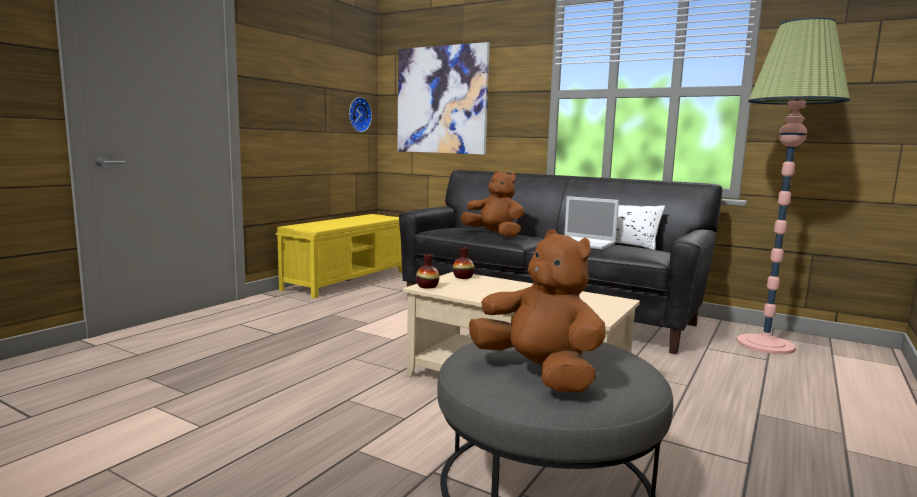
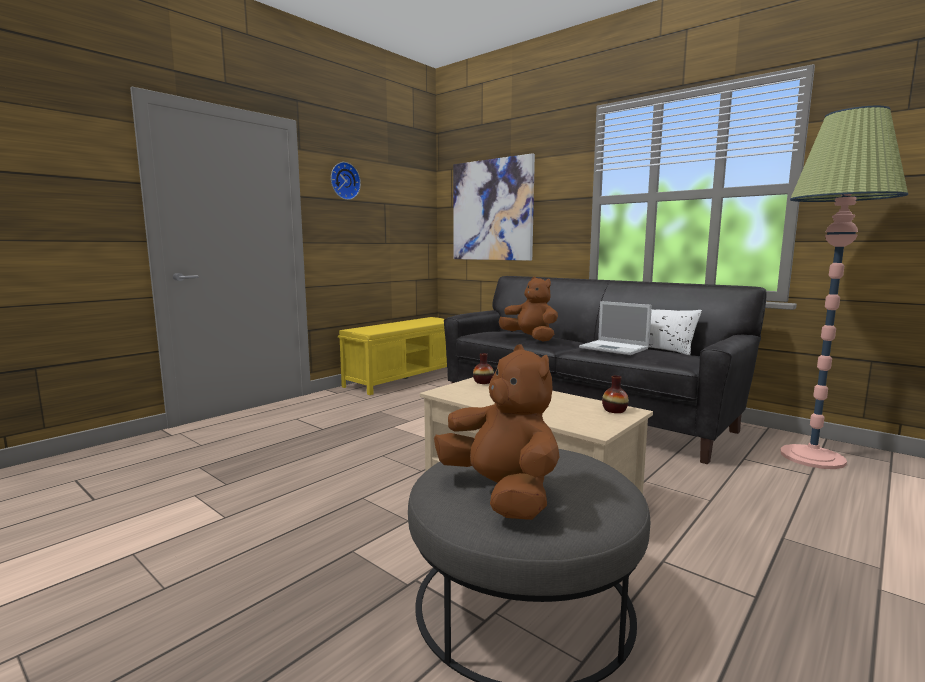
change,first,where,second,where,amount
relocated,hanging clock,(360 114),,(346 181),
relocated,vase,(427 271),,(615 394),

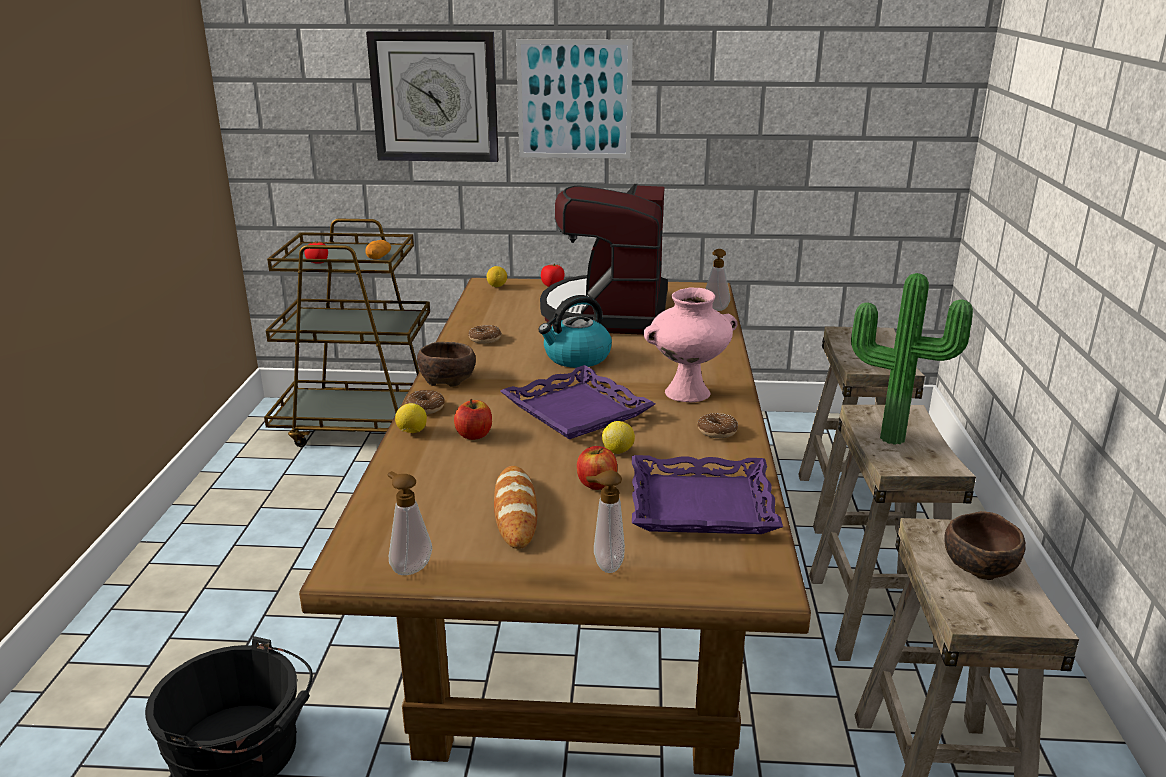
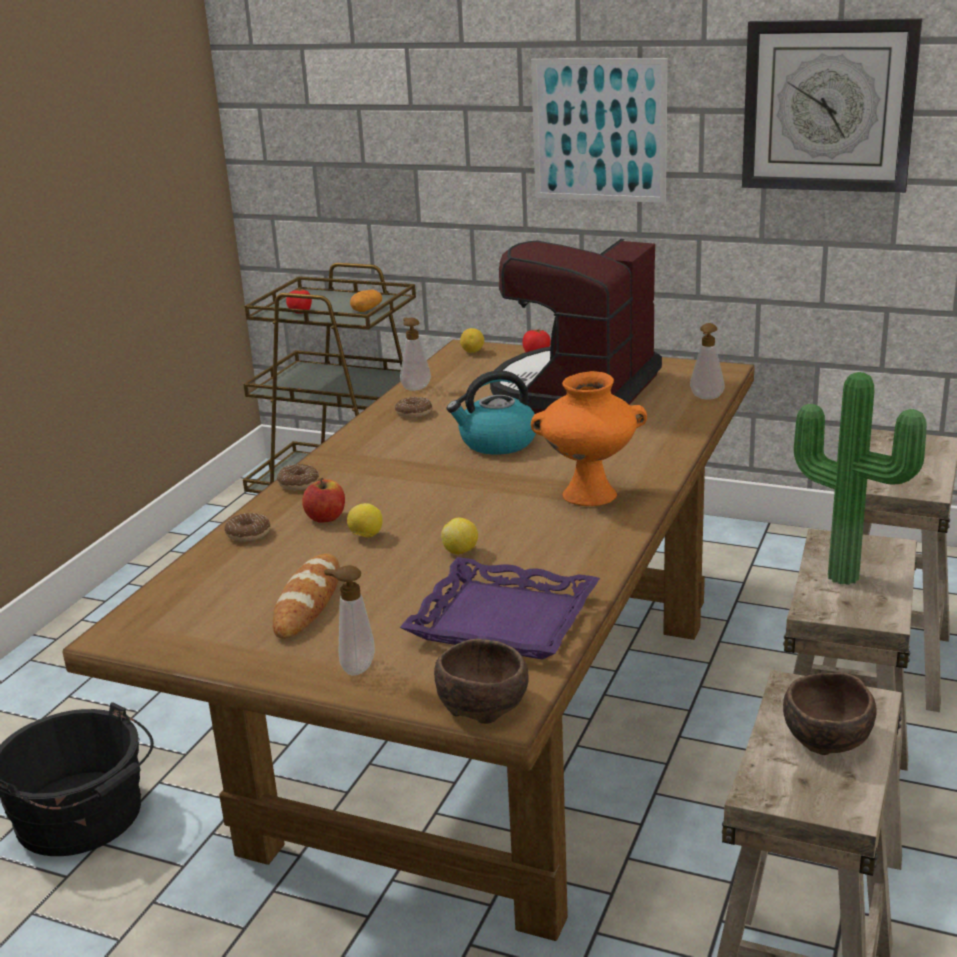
change,first,where,second,where,amount
relocated,hanging clock,(432 96),,(832 105),
relocated,liquid soap bottle,(410 523),,(415 354),
relocated,lemon,(411 418),,(365 520),
relocated,serving bowl in brownish,(446 364),,(481 681),
missing,serving tray in purple-coloured,(577 402),,,
missing,apple,(597 468),,,
colour,vase in pinkish,(691 344),vase in orange-coloured,(589 438),
relocated,donut,(718 425),,(247 527),

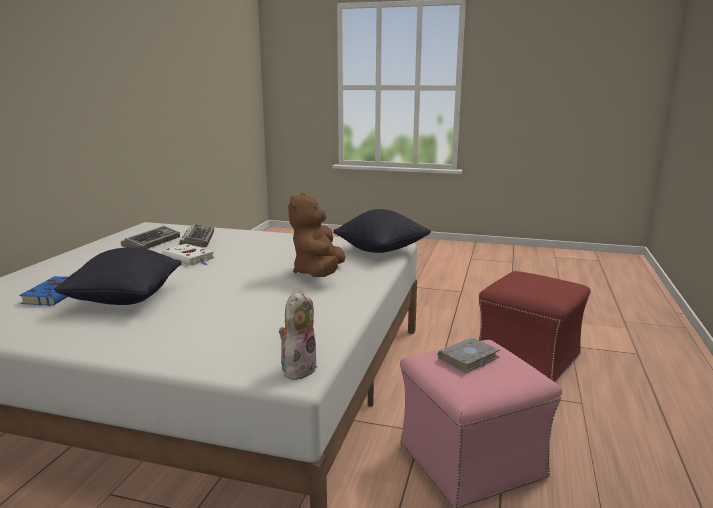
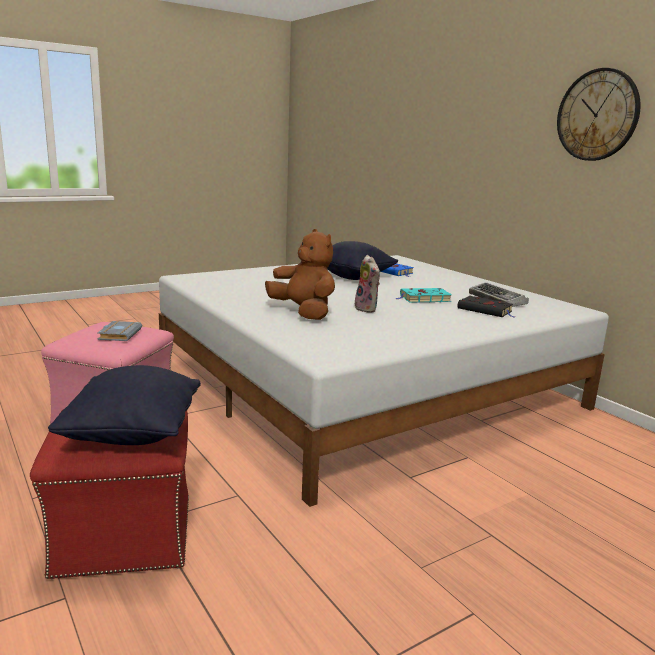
change,first,where,second,where,amount
colour,book in whitish,(188 254),book in turquoise-coloured,(424 295),
exchanged,PC keyboard,(197 235),book in blackish,(486 307),
relocated,plush toy,(298 335),,(367 284),
relocated,throw pillow in blackish,(382 231),,(124 405),
appeared,,,hanging clock,(599 114),

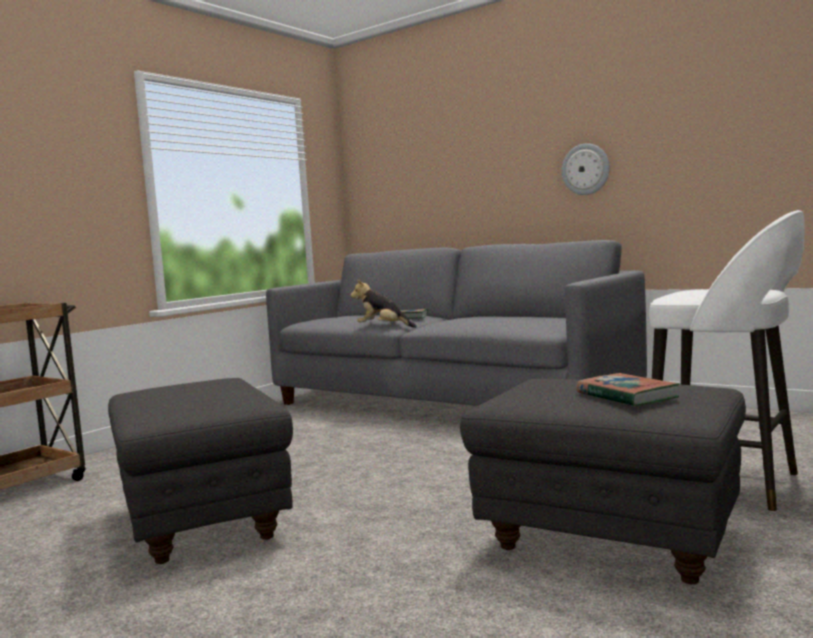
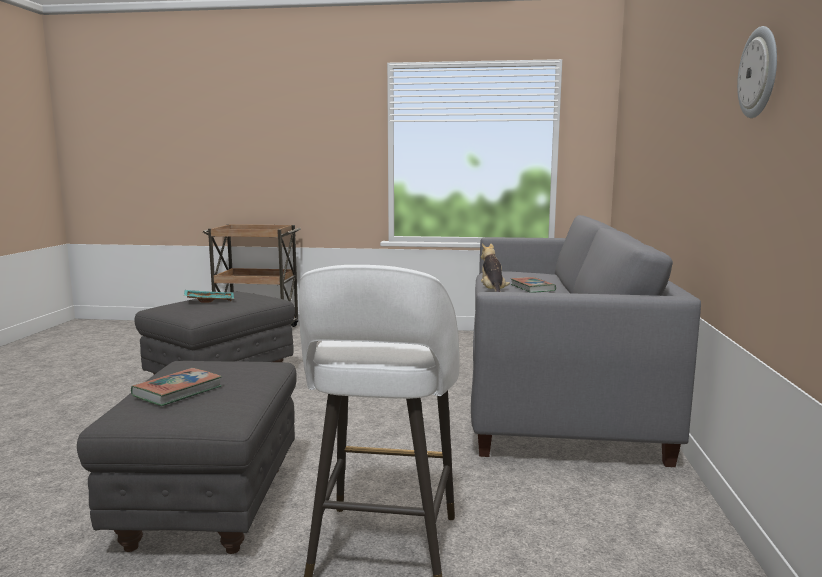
change,first,where,second,where,amount
relocated,hanging clock,(585 169),,(757 72),
appeared,,,serving tray in turquoise-coloured,(209 296),

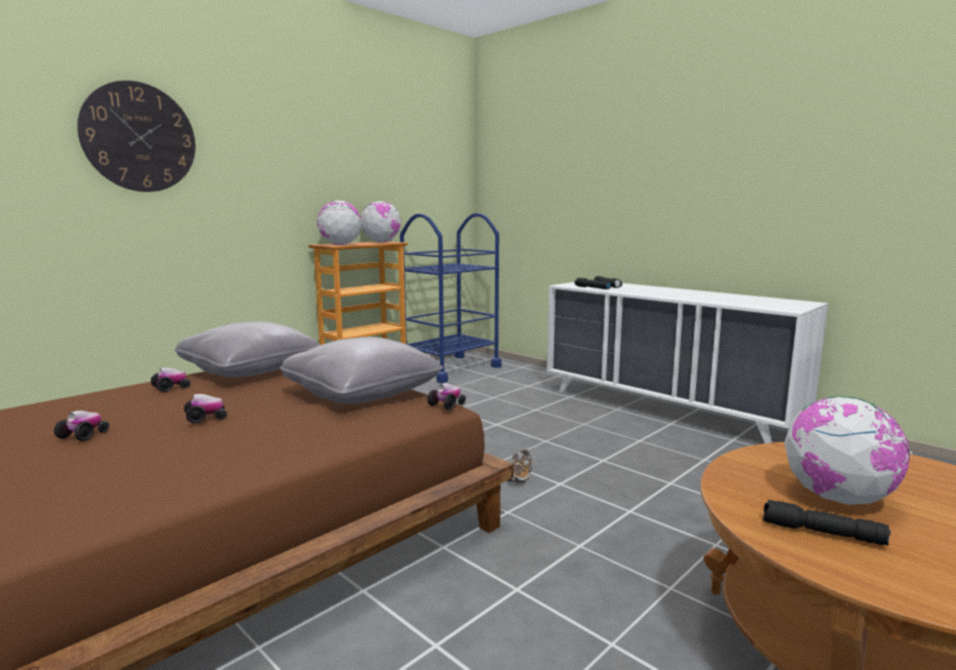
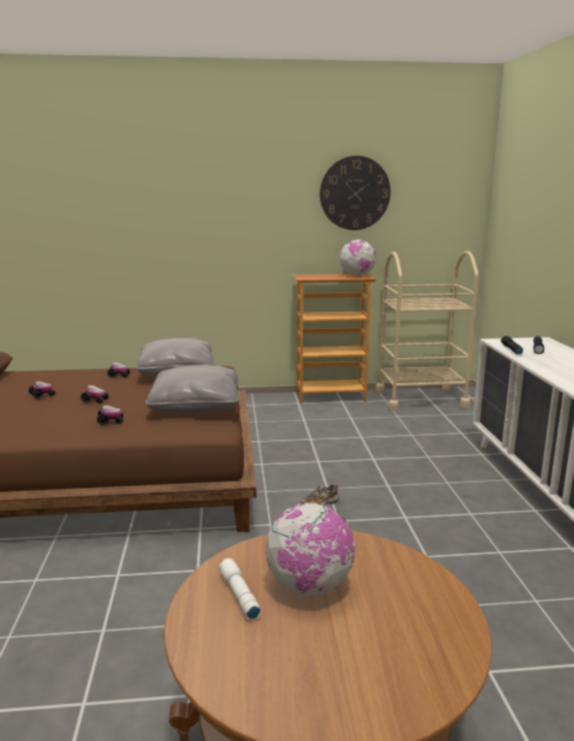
change,first,where,second,where,amount
relocated,hanging clock,(136 136),,(355 193),
missing,desk globe,(339 223),,,
colour,trolley in blue-coloured,(451 298),trolley in sand-coloured,(427 331),
relocated,model car,(446 396),,(110 415),
colour,flashlight in blackish,(827 522),flashlight in whitish,(239 589),

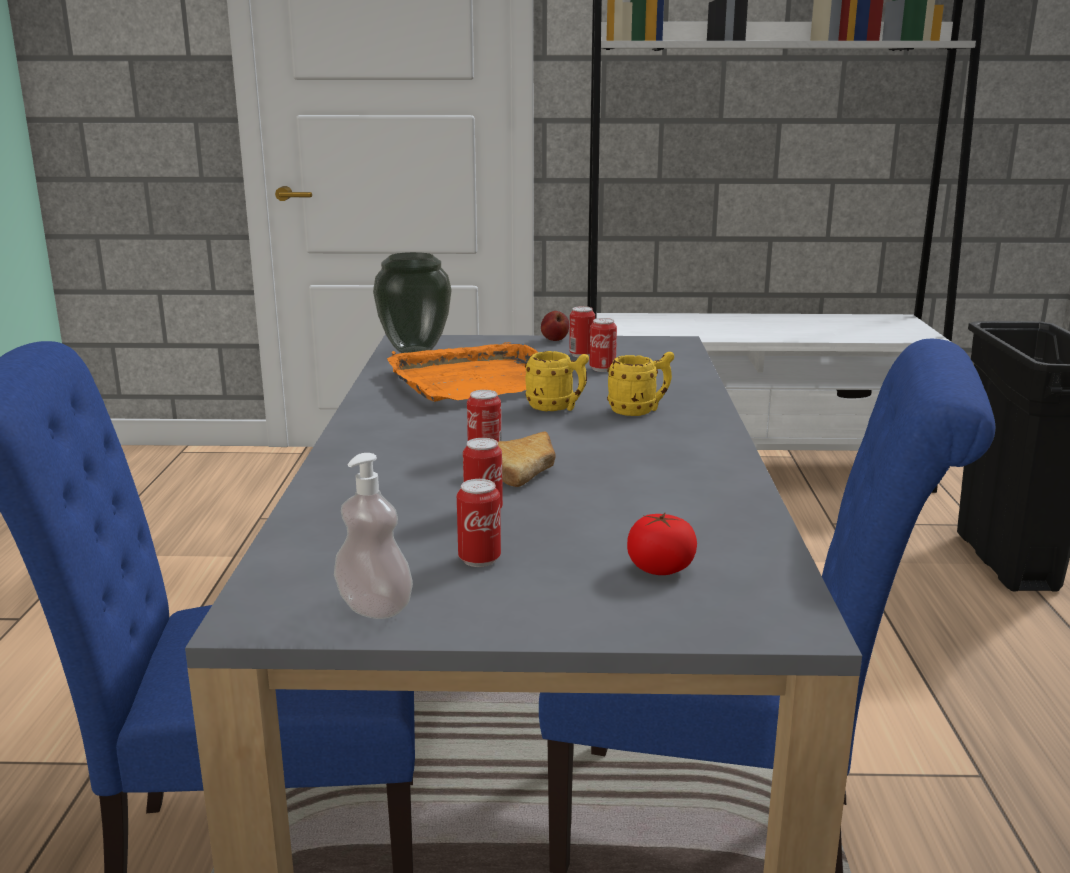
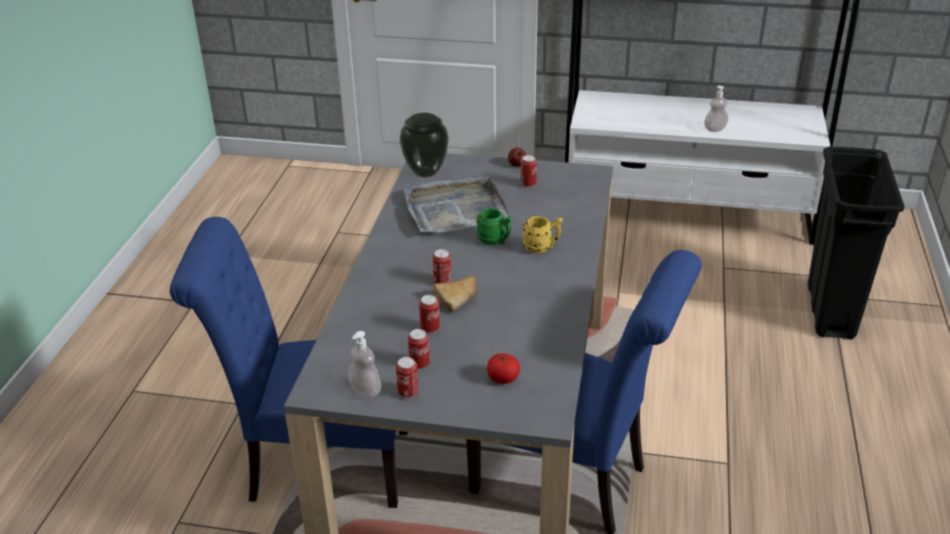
change,first,where,second,where,amount
colour,serving tray in orange-coloured,(462 372),serving tray in gray,(457 204),
colour,mug in yellow,(557 381),mug in green,(494 226),
relocated,can,(603 345),,(407 377),
appeared,,,liquid soap bottle,(716 108),

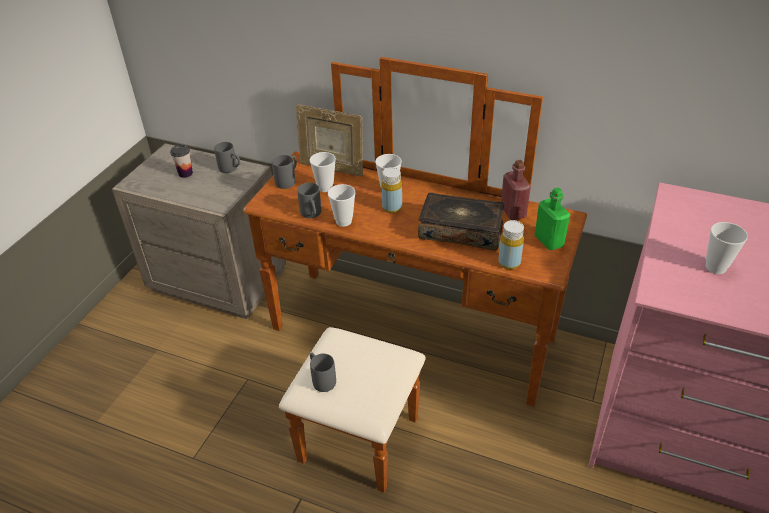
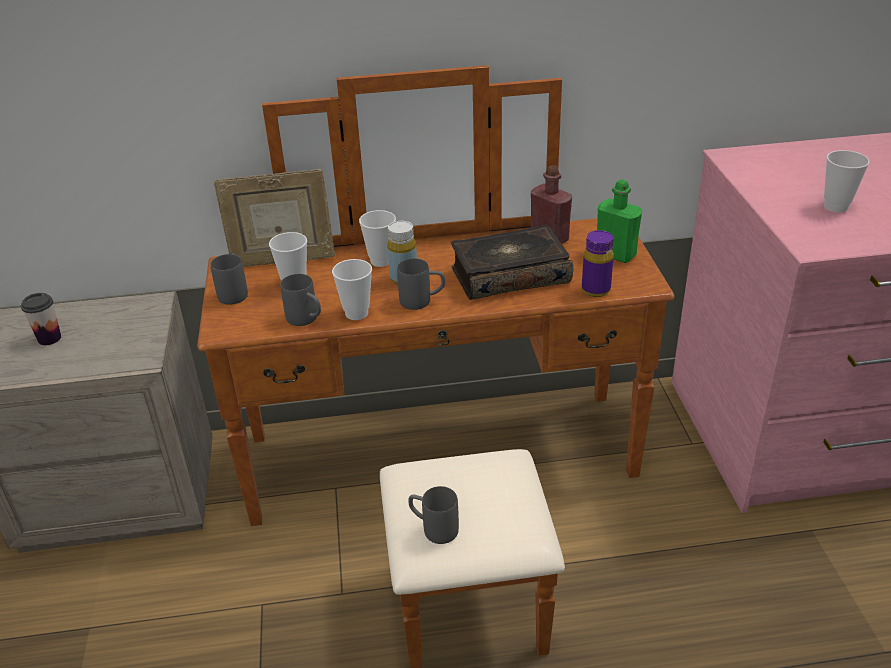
change,first,where,second,where,amount
relocated,mug in gray,(227 157),,(421 284),
colour,beverage bottle in yellow,(511 245),beverage bottle in purple-coloured,(598 263),

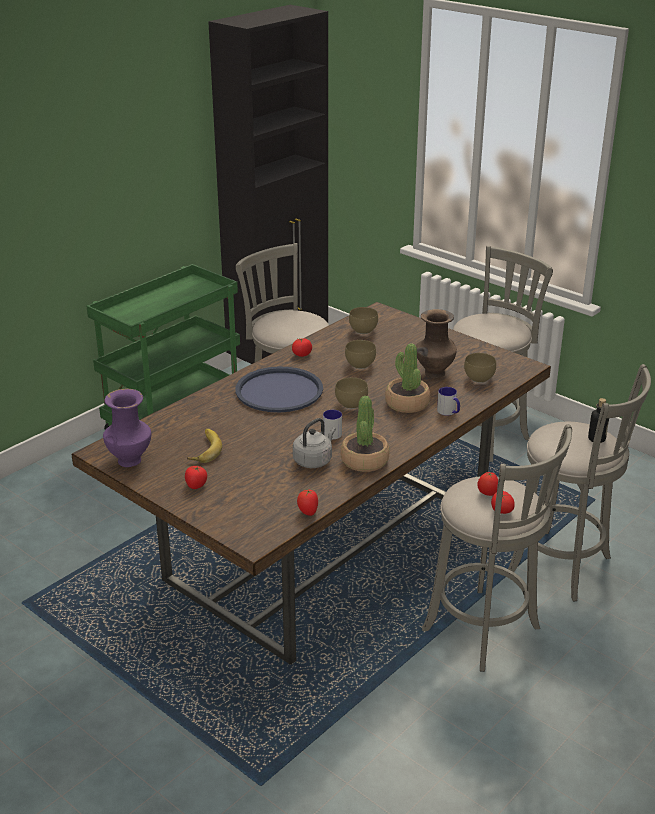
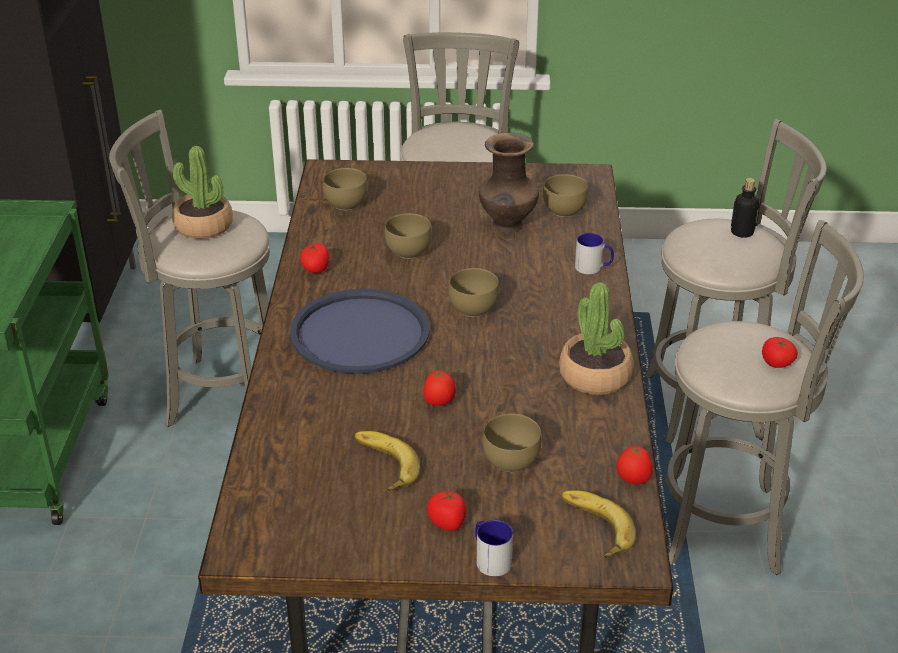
change,first,where,second,where,amount
missing,vase in purple-coloured,(127 428),,,
missing,tea kettle in gray,(314 443),,,
relocated,mug,(332 424),,(494 548),
relocated,houseplant,(407 378),,(202 192),
relocated,tomato,(487 484),,(439 388),
appeared,,,serving bowl in brownish,(512 442),
appeared,,,banana fruit,(599 524),

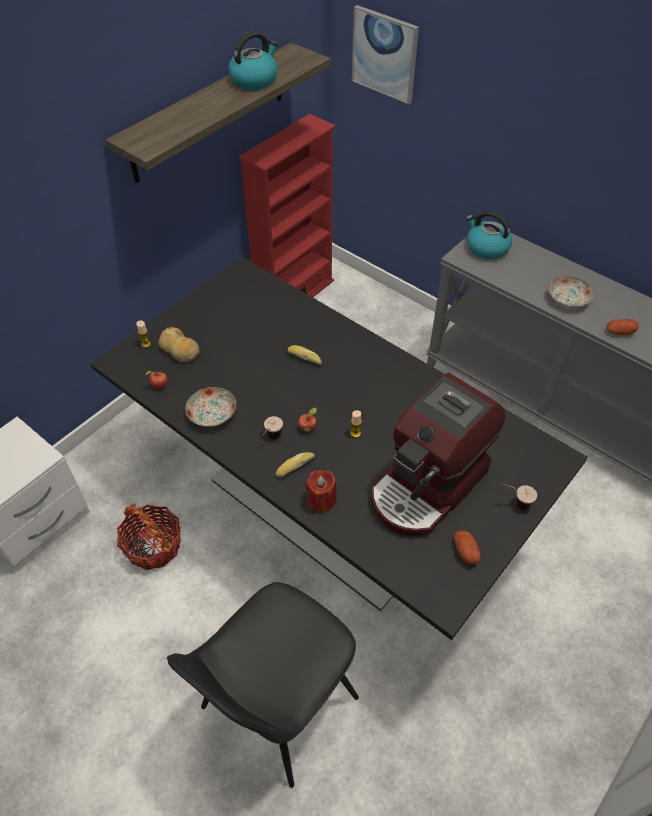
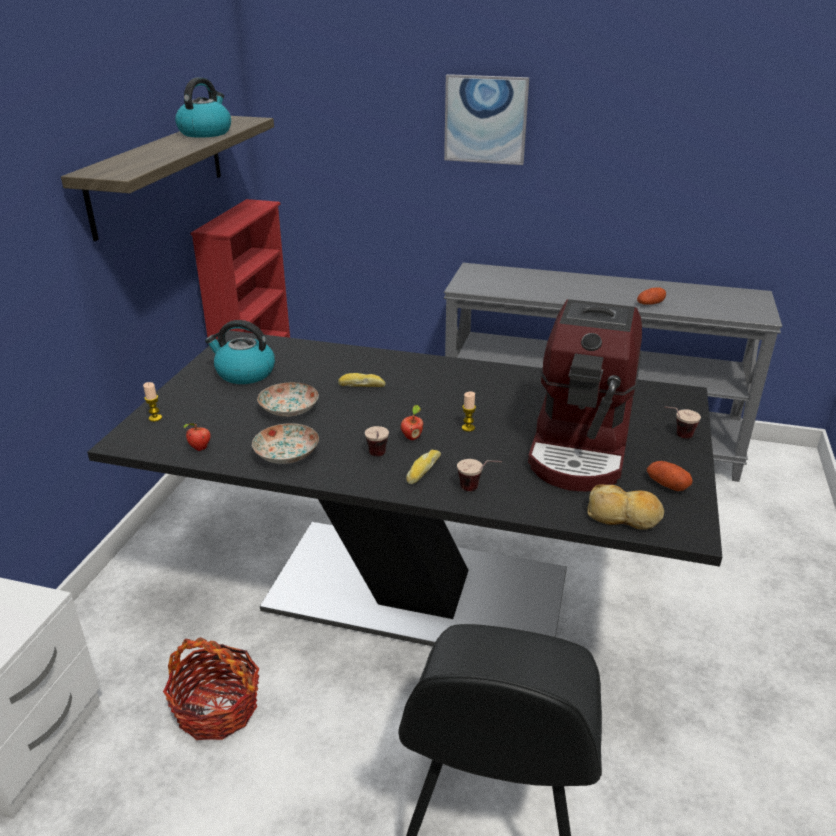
change,first,where,second,where,amount
relocated,baked bread,(179 344),,(625 507),
exchanged,candle in red-coloured,(321 491),drinking cup,(479 475),
relocated,wall art,(385 54),,(486 119),
relocated,tea kettle,(489 234),,(240 352),
relocated,plate,(570 292),,(288 399),

